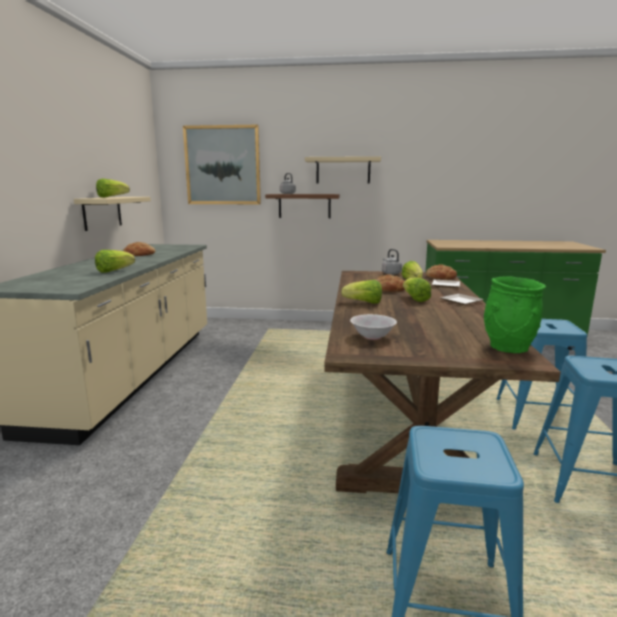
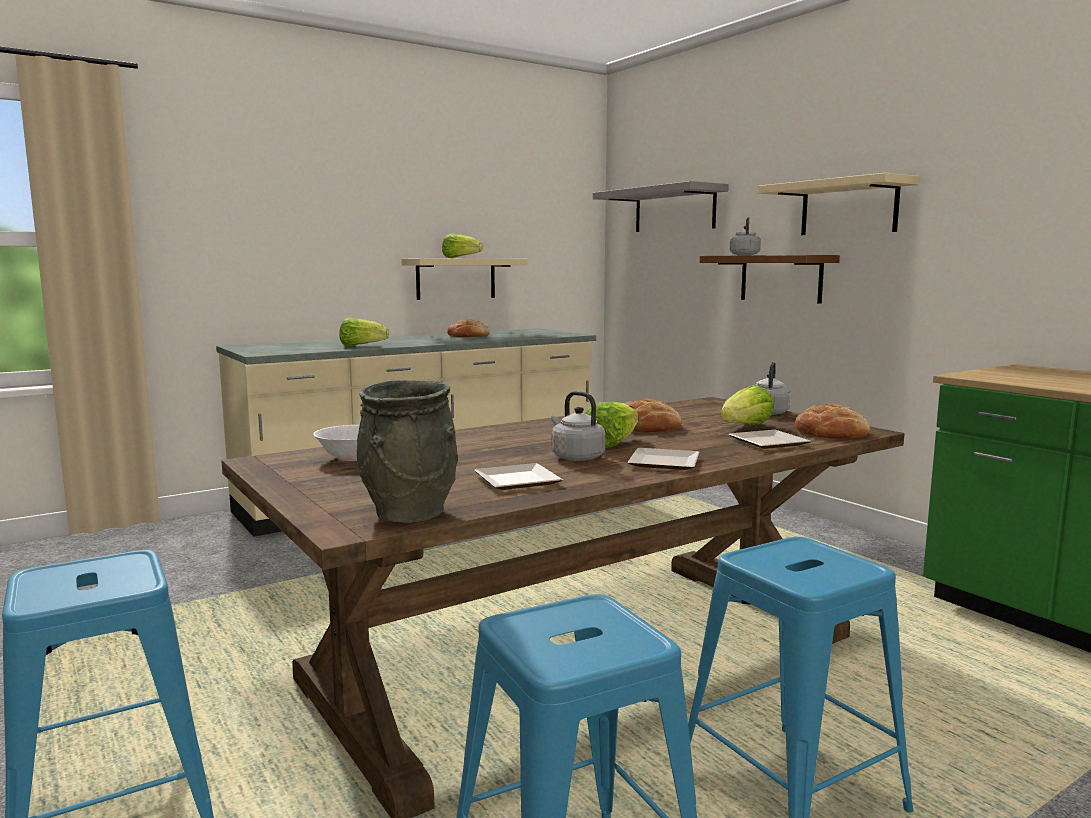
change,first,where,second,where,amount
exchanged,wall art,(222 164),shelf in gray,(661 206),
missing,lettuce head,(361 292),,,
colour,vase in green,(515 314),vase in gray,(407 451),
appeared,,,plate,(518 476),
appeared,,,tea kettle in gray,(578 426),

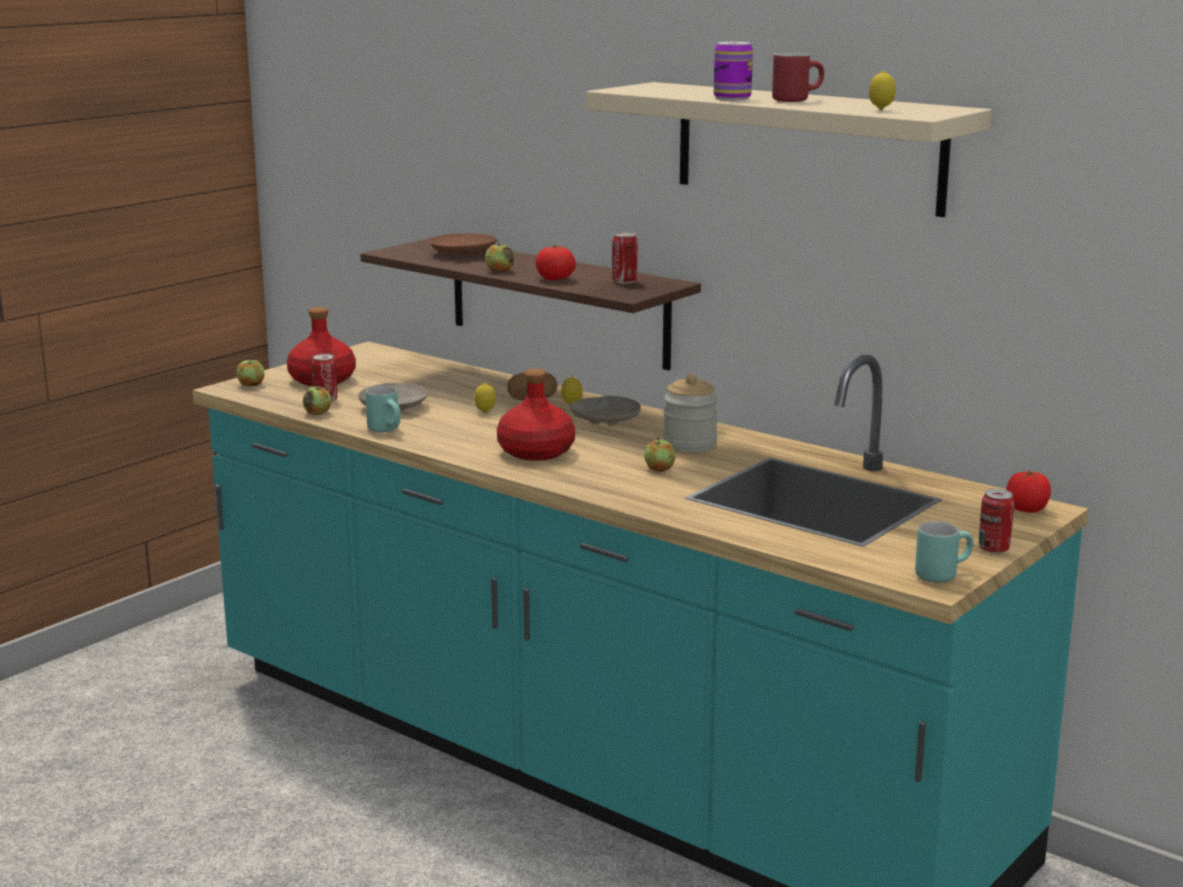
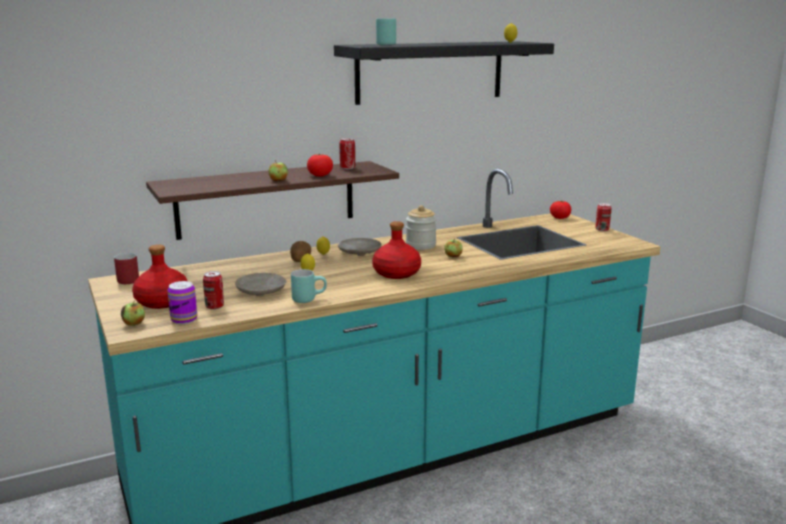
change,first,where,second,where,amount
missing,apple,(317 399),,,
missing,plate in brownish,(463 245),,,
colour,shelf in sand-coloured,(789 149),shelf in blackish,(444 73),
relocated,can,(733 71),,(182 302),
relocated,mug in red-coloured,(798 77),,(126 268),
relocated,mug in turquoise-coloured,(944 552),,(386 31),

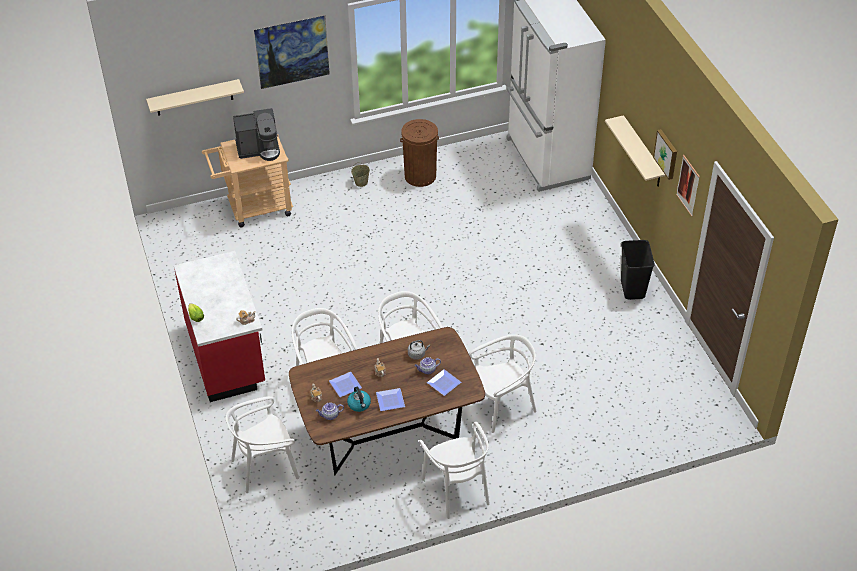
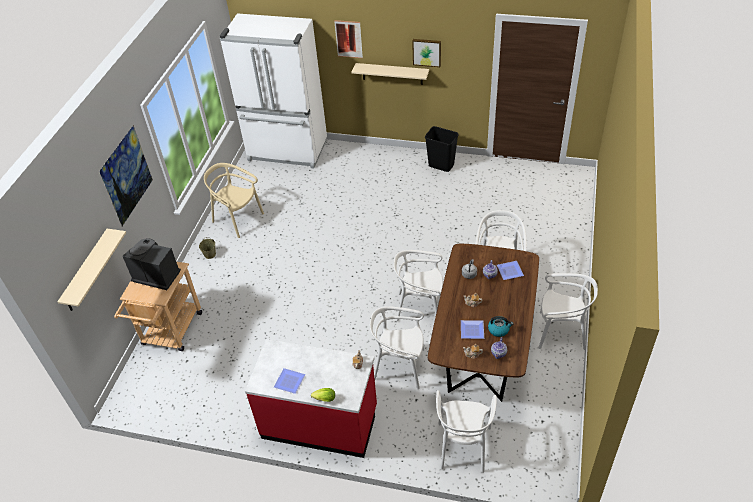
change,first,where,second,where,amount
spun,coffee brewer,(256 134),,(152 264),90 degrees counterclockwise
relocated,plate,(390 399),,(289 381),
exchanged,waste bin in brownish,(419 153),plain chair in sand-coloured,(234 200),
relocated,wall art,(688 186),,(348 39),

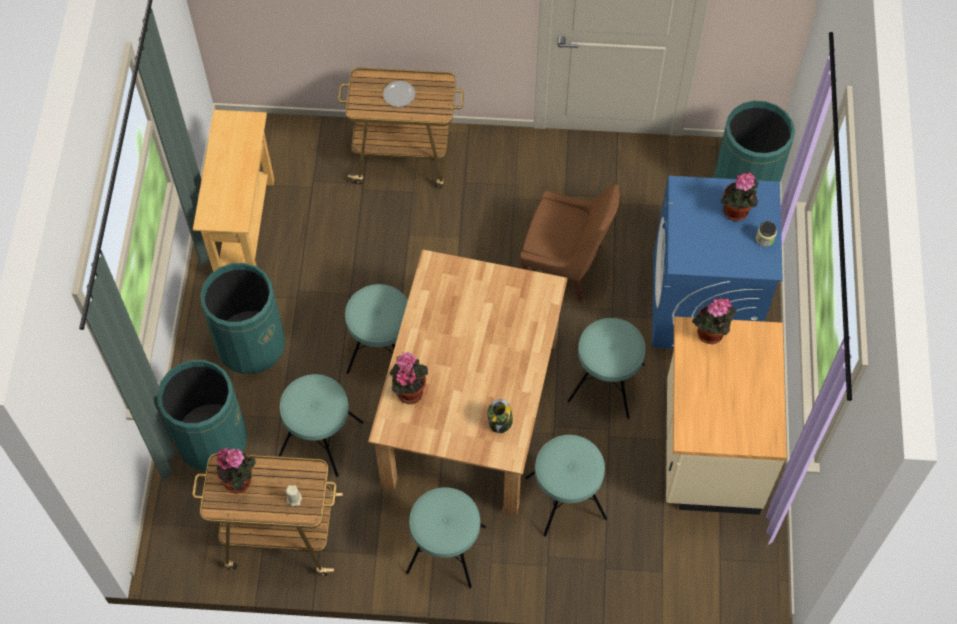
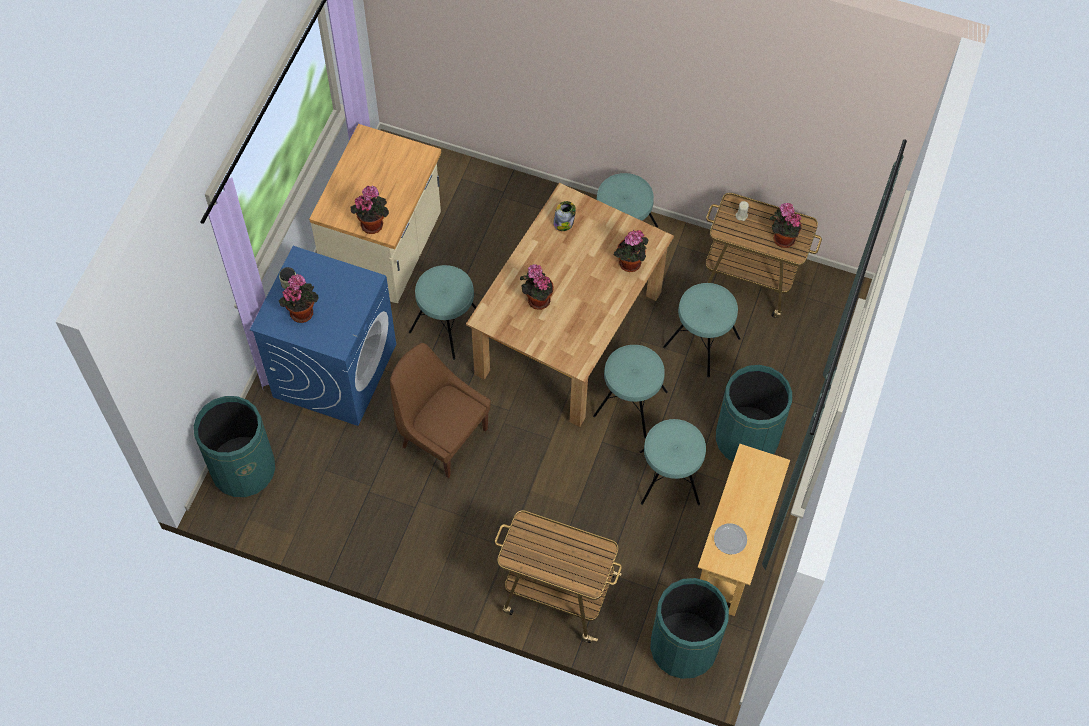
change,first,where,second,where,amount
relocated,waste bin in green,(202 415),,(689 628),
relocated,plate,(399 94),,(730 538),
relocated,stool in turquoise-coloured,(566 485),,(673 462),
appeared,,,houseplant,(537 287),

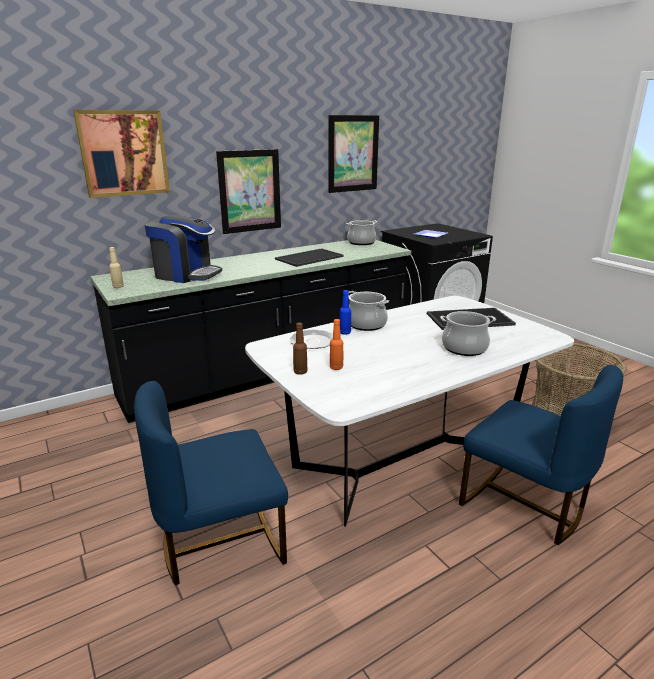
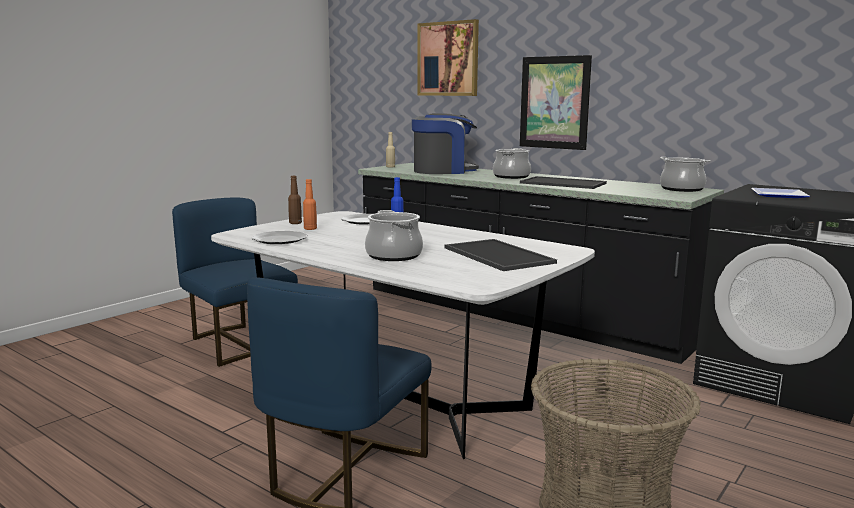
change,first,where,second,where,amount
spun,coffee brewer,(183 249),,(445 143),105 degrees counterclockwise
missing,wall art,(354 154),,,
relocated,stockpot,(368 311),,(512 163),
appeared,,,plate,(279 237),

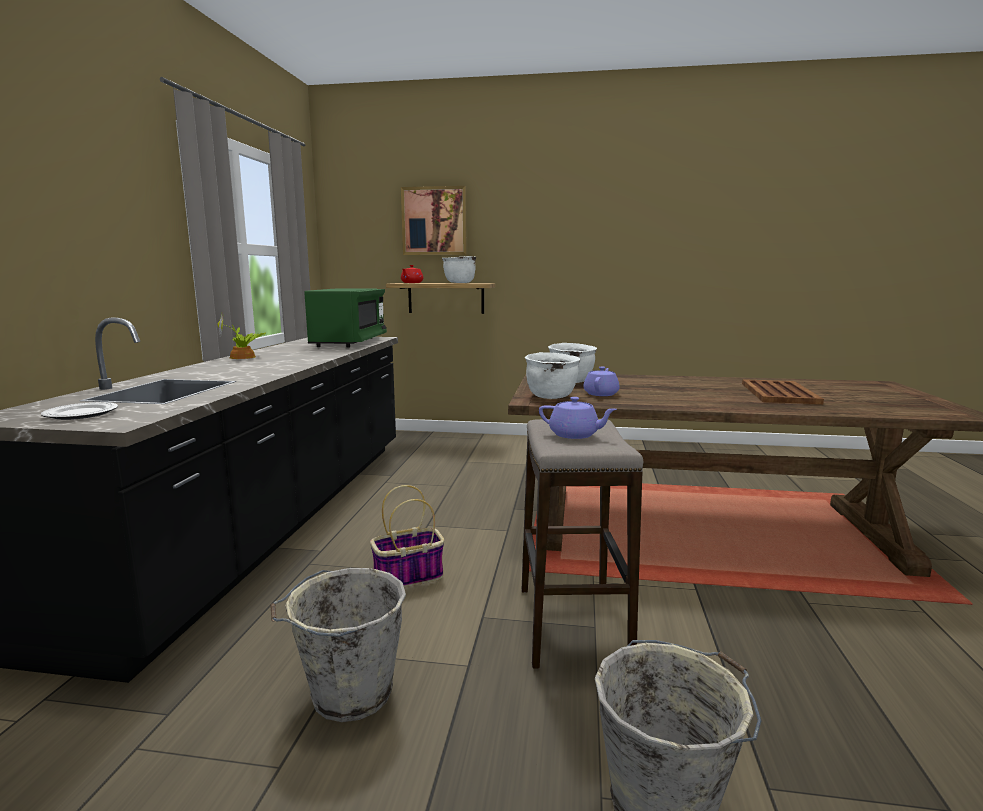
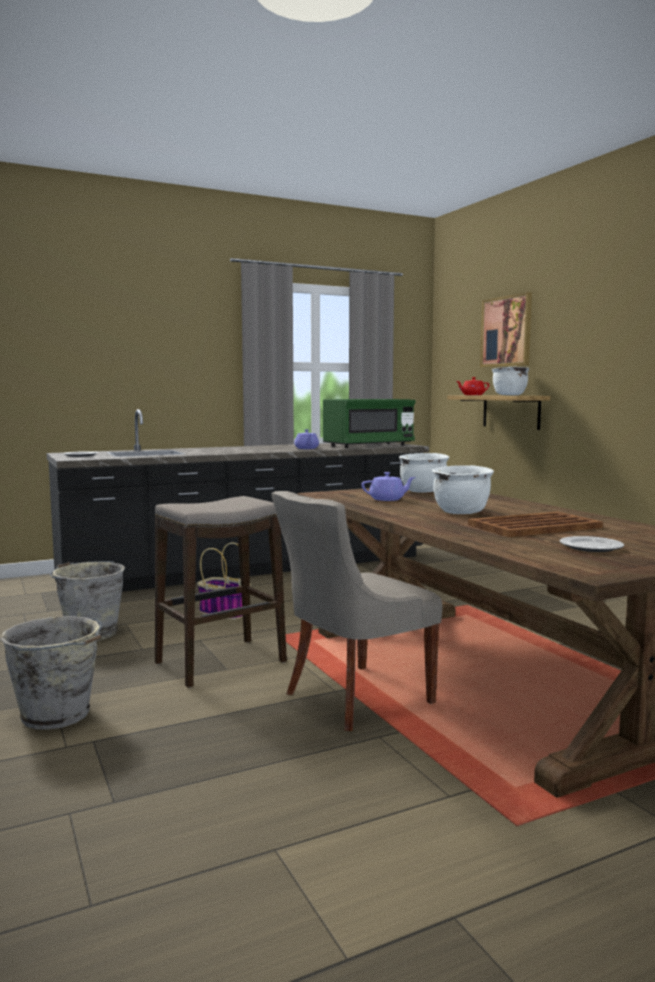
change,first,where,second,where,amount
missing,houseplant,(242 336),,,
relocated,stockpot in whitish,(552 375),,(463 489),
relocated,tea pot in purple-coloured,(578 418),,(306 439),
appeared,,,plain chair in gray,(357 611),
appeared,,,plate,(592 544),

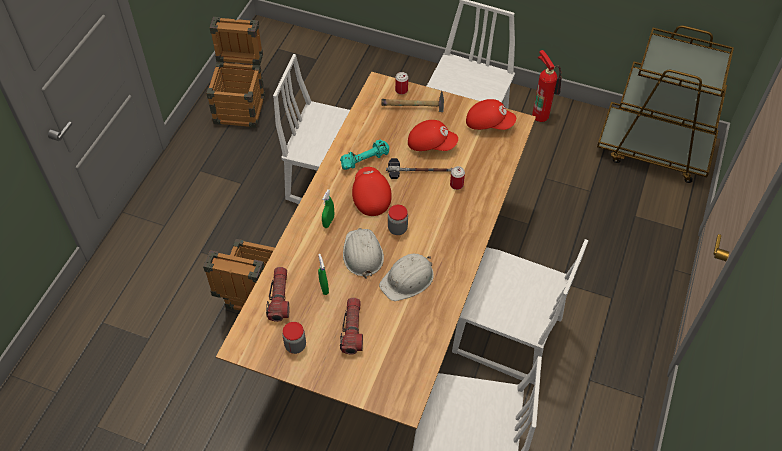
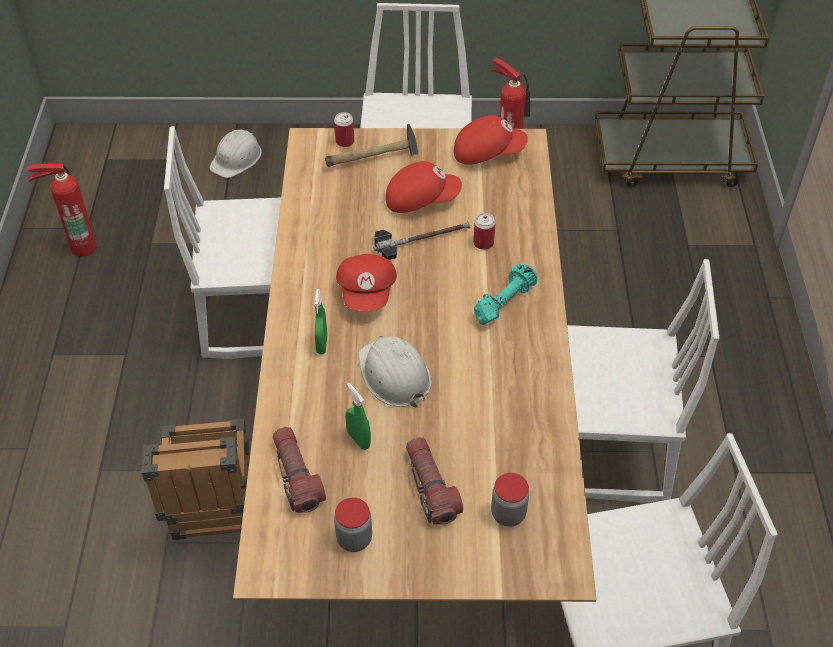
change,first,where,second,where,amount
exchanged,crate,(235 72),fire extinguisher,(62 210),
relocated,hand weight in turquoise-coloured,(364 155),,(505 294),
spun,baseball cap in red-coloured,(372 191),,(366 282),150 degrees counterclockwise
relocated,safety helmet in whitish,(406 277),,(235 154),
relocated,jar,(398 220),,(510 500),

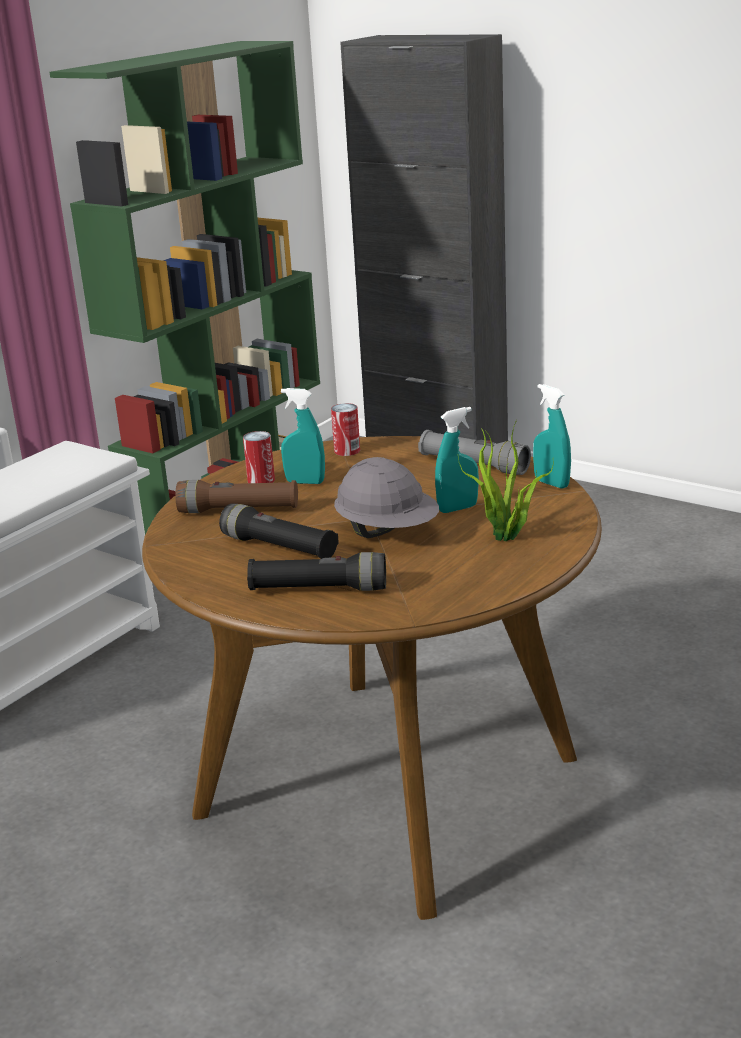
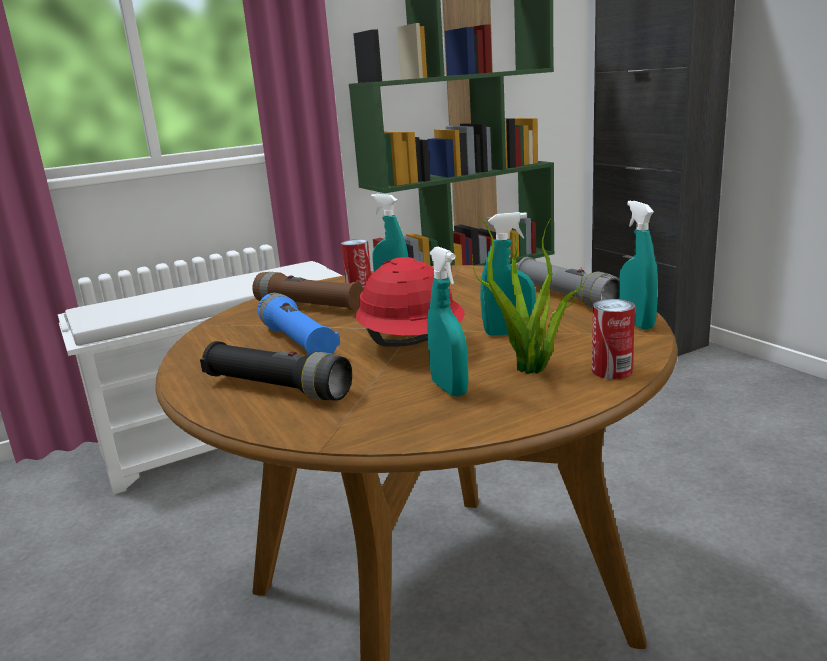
change,first,where,second,where,amount
colour,flashlight in blackish,(279 531),flashlight in blue-coloured,(299 324),
relocated,can,(345 429),,(613 339),
colour,safety helmet in gray,(386 497),safety helmet in red-coloured,(410 302),
appeared,,,sprayer in turquoise-coloured,(448 322),

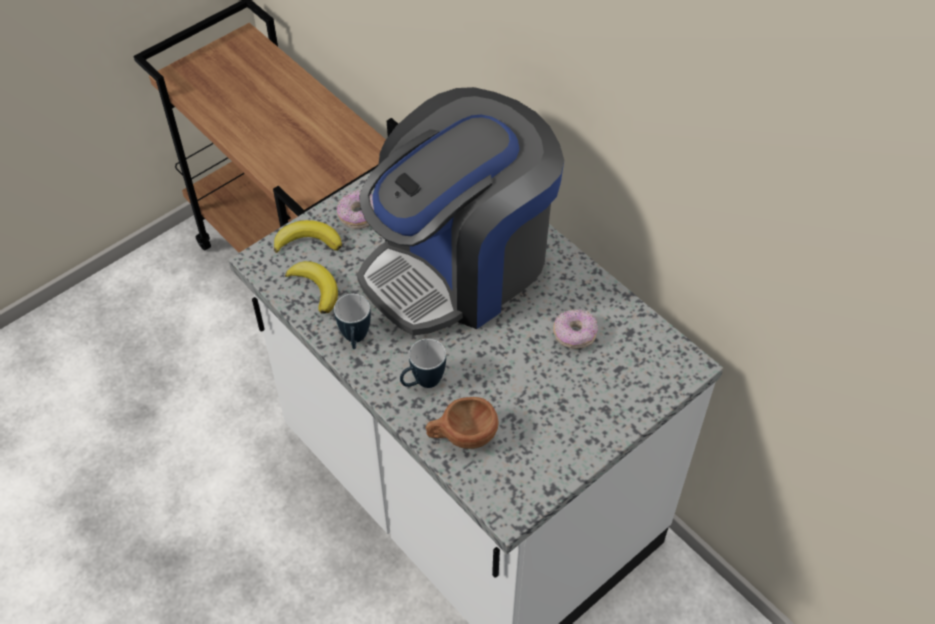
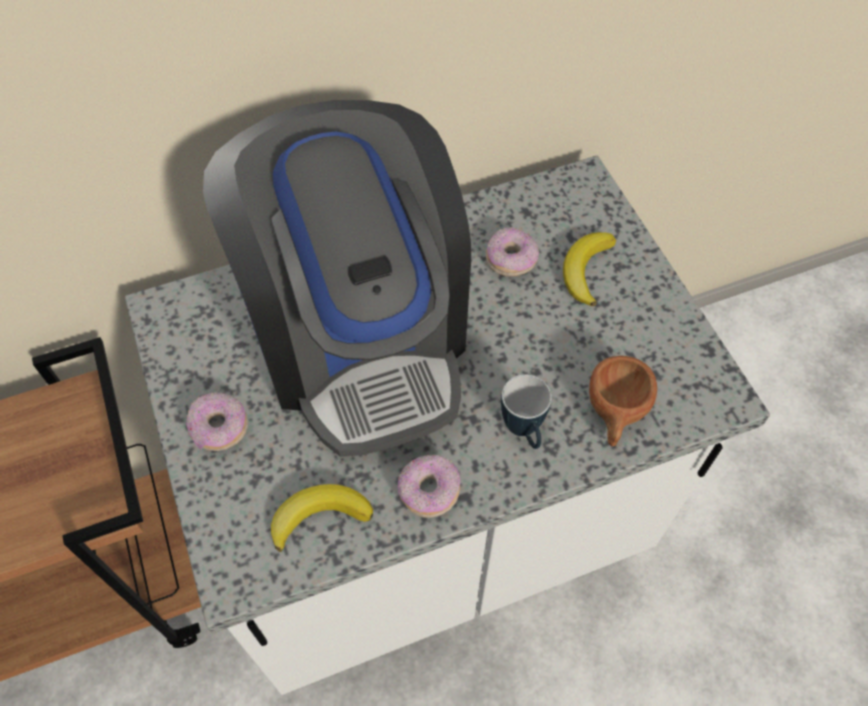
change,first,where,second,where,amount
relocated,banana fruit,(308 236),,(589 269),
exchanged,mug,(352 321),donut,(429 486),

